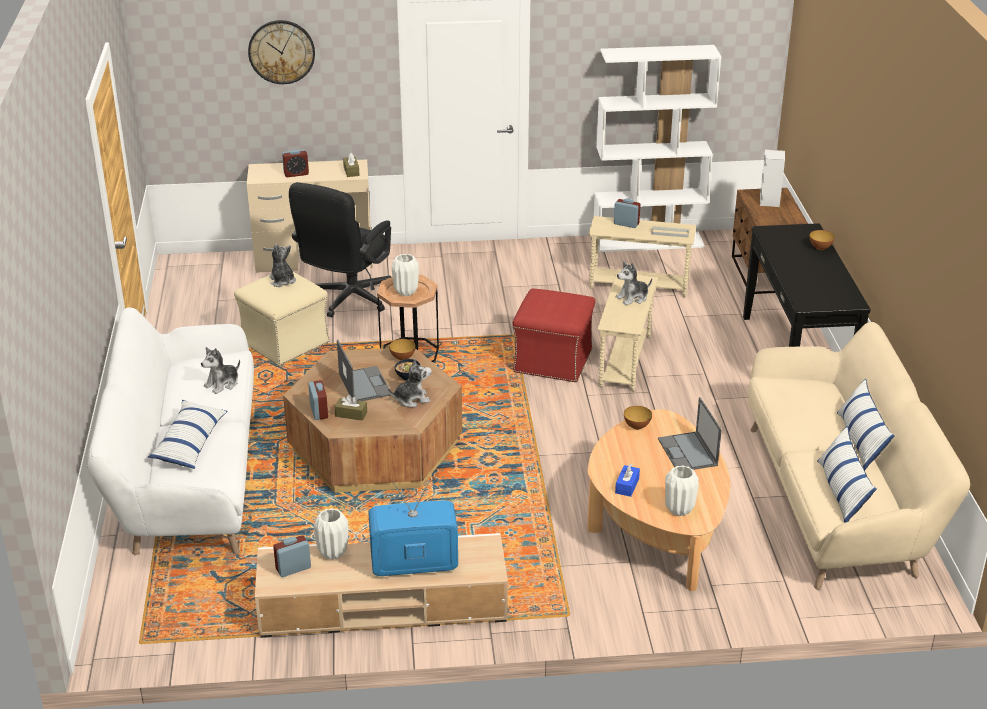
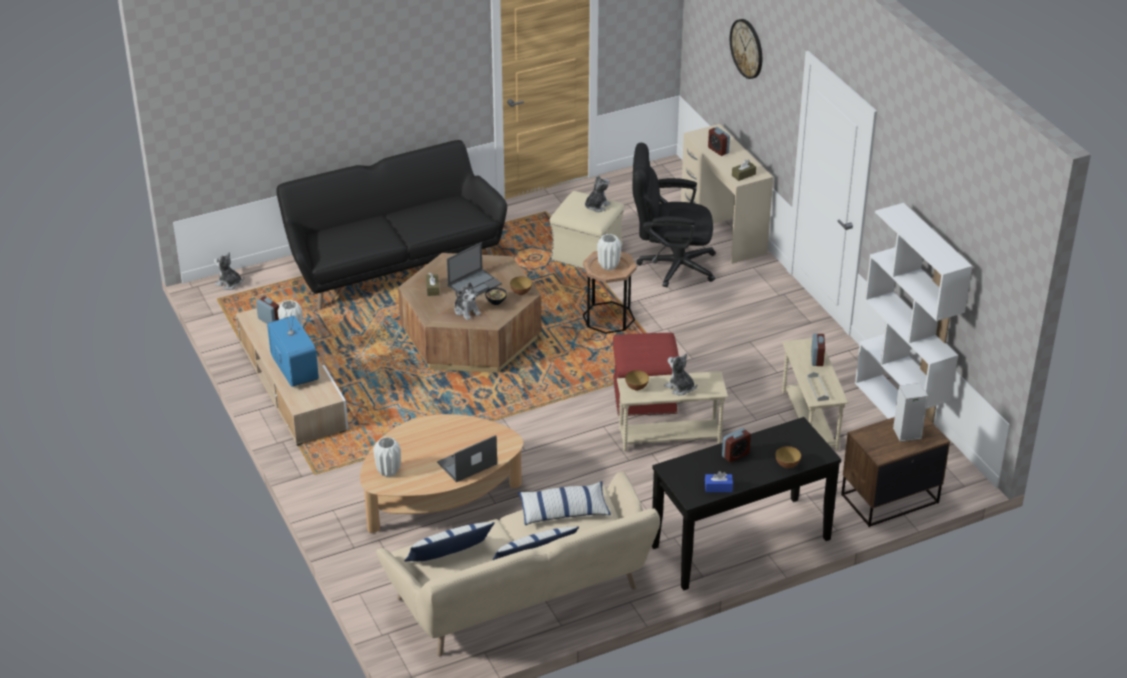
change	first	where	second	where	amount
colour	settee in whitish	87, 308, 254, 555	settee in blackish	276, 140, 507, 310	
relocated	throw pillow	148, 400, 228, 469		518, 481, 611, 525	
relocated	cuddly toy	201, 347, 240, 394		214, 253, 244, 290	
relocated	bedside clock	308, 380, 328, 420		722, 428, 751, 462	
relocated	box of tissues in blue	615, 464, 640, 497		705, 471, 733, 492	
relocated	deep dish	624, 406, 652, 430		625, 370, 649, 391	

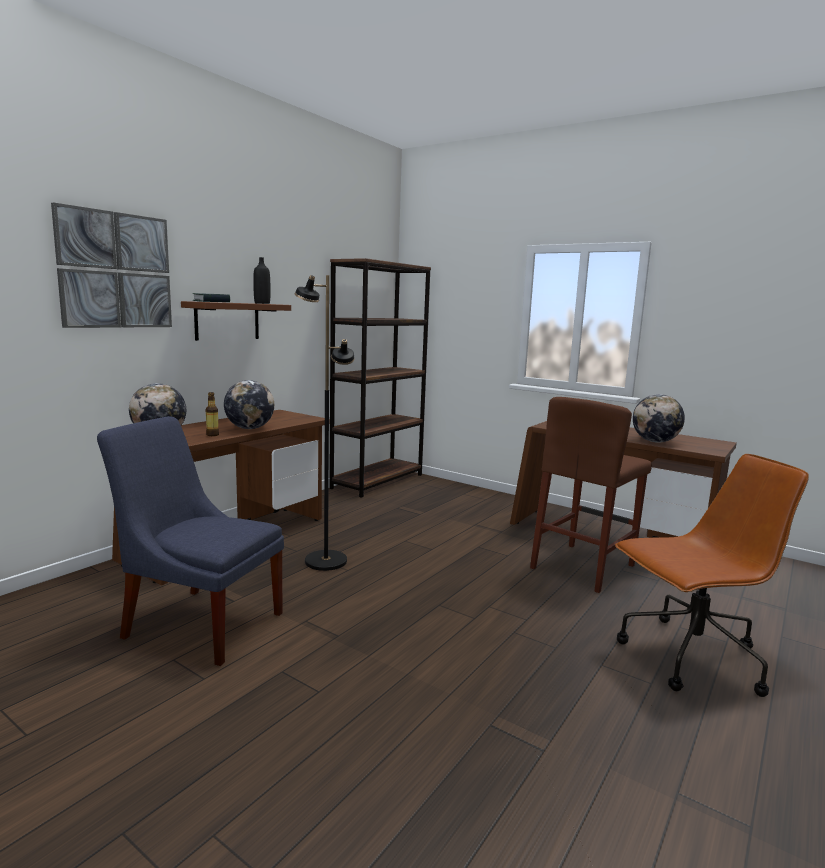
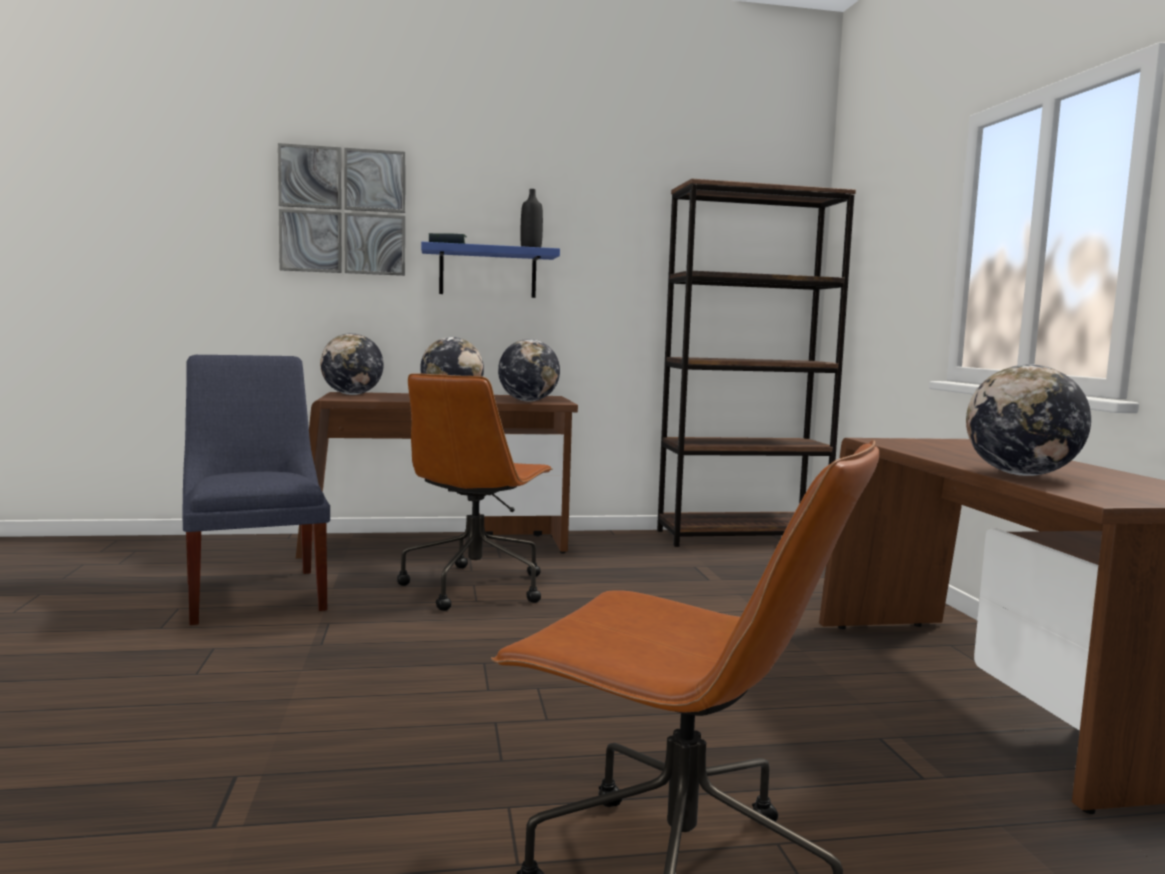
change	first	where	second	where	amount
colour	bracket shelf in brown	181, 301, 291, 341	bracket shelf in blue	421, 242, 560, 298	
missing	drink bottle	206, 392, 219, 436			
exchanged	standard lamp in blackish	295, 275, 355, 571	office chair in brown	397, 373, 553, 611	
missing	sitting stool in brown	530, 397, 652, 593			
appeared			desk globe	498, 339, 560, 402	

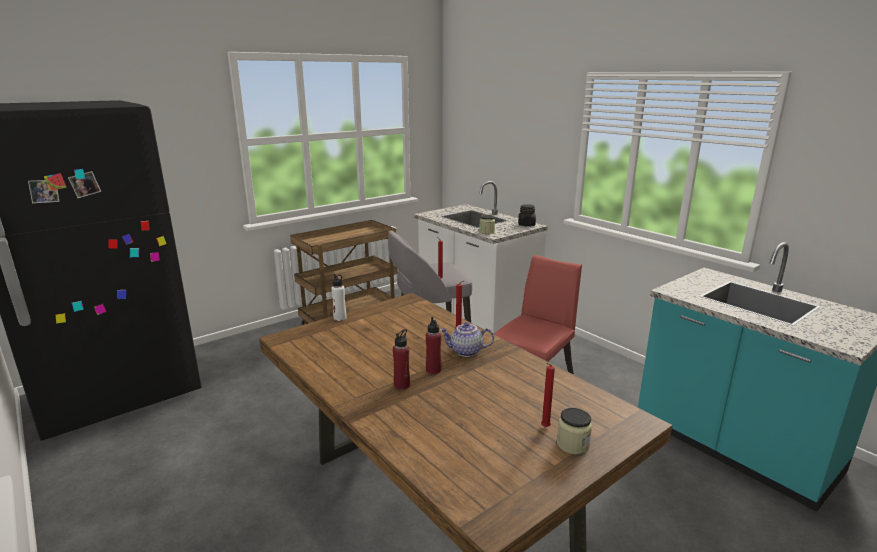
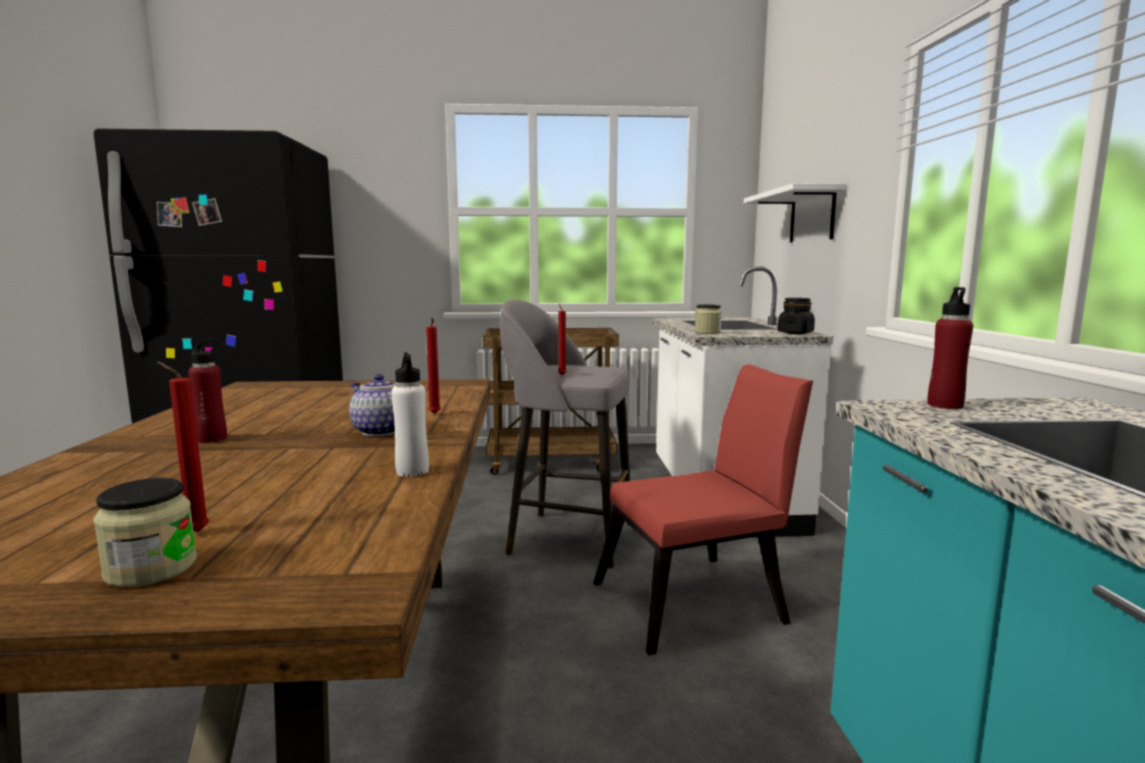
change	first	where	second	where	amount
relocated	drink bottle in whitish	331, 274, 346, 321		391, 352, 429, 477	
relocated	drink bottle in reddish	426, 317, 441, 374		928, 287, 973, 409	
appeared			bracket shelf in whitish	744, 183, 846, 243	

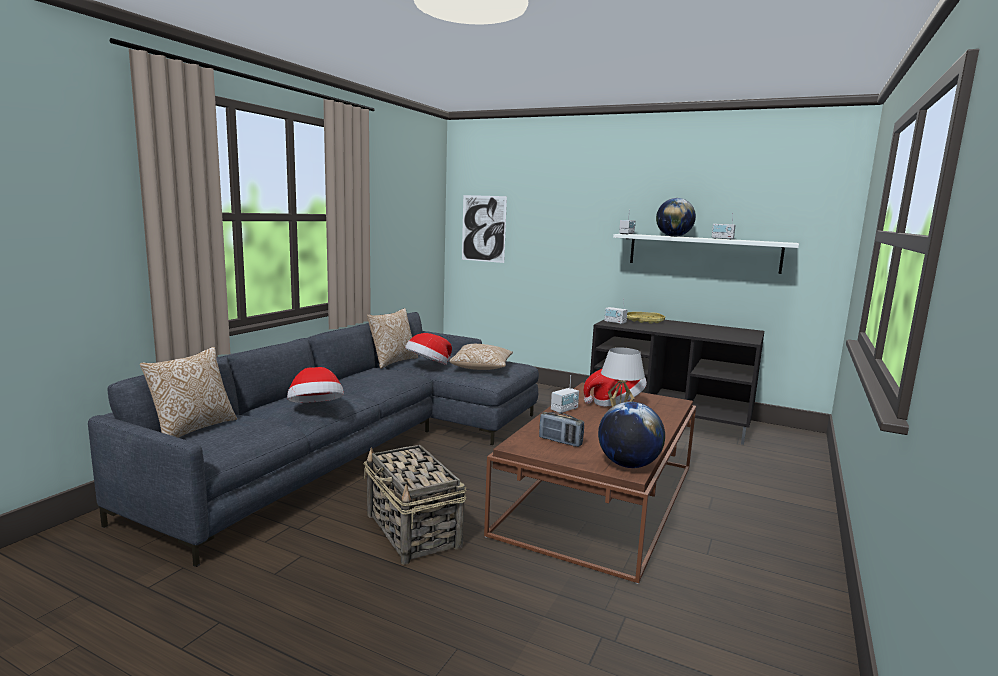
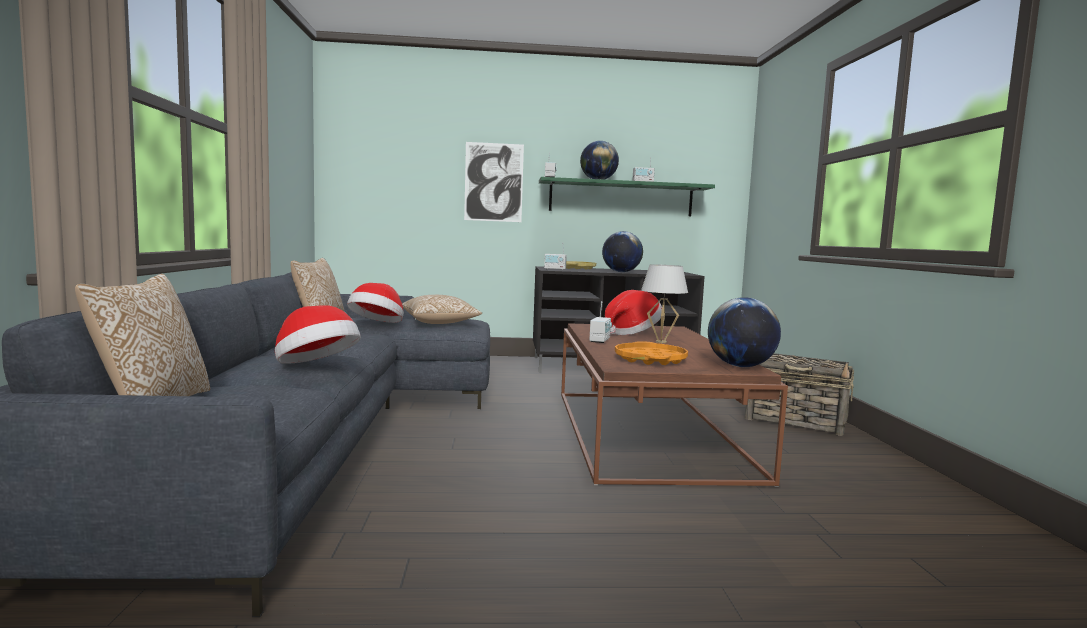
change	first	where	second	where	amount
relocated	basket	364, 445, 466, 565		745, 353, 854, 436	
relocated	wall art	462, 195, 507, 263		464, 142, 524, 222	
exchanged	radio set	539, 412, 584, 447	tray in orangey	615, 341, 688, 365	
colour	bracket shelf in whitish	613, 234, 799, 274	bracket shelf in greenish	539, 177, 715, 216	
appeared			desk globe	602, 231, 643, 272	

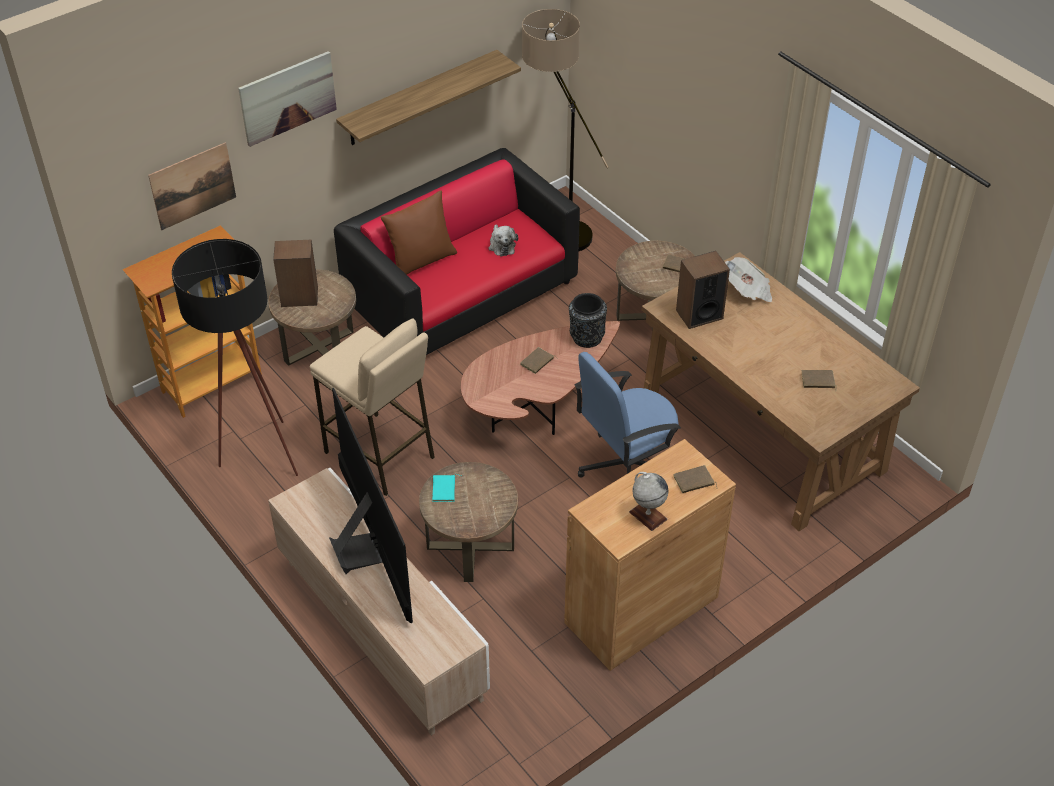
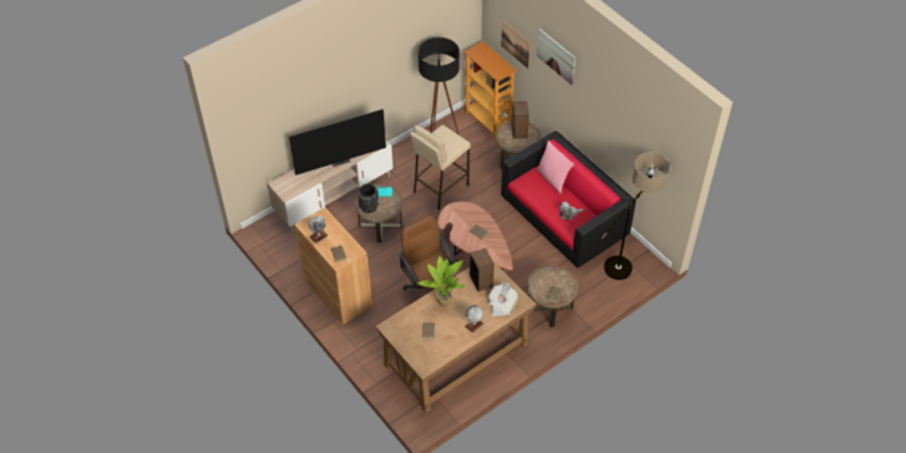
change	first	where	second	where	amount
missing	bracket shelf	336, 50, 521, 145			
colour	throw pillow in brown	381, 190, 457, 275	throw pillow in pinkish	537, 140, 574, 194	
relocated	decorative vase in blackish	569, 293, 607, 348		358, 184, 379, 213	
colour	office chair in blue	575, 352, 681, 478	office chair in brown	399, 215, 459, 294	
appeared			houseplant	418, 256, 465, 307	
appeared			desk globe	465, 305, 484, 333	

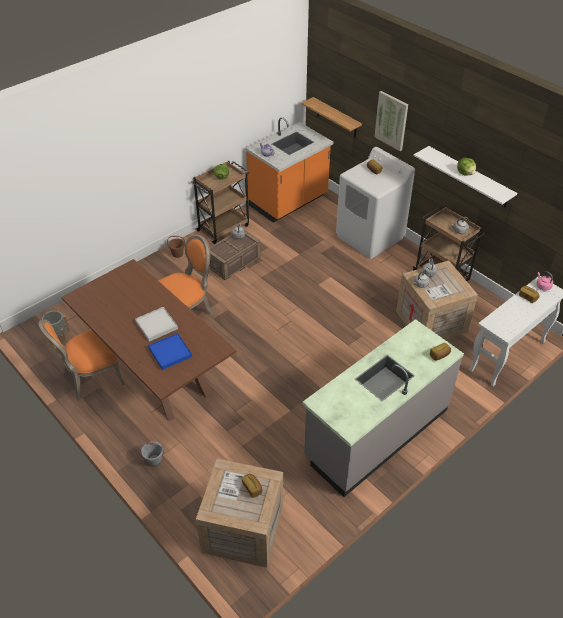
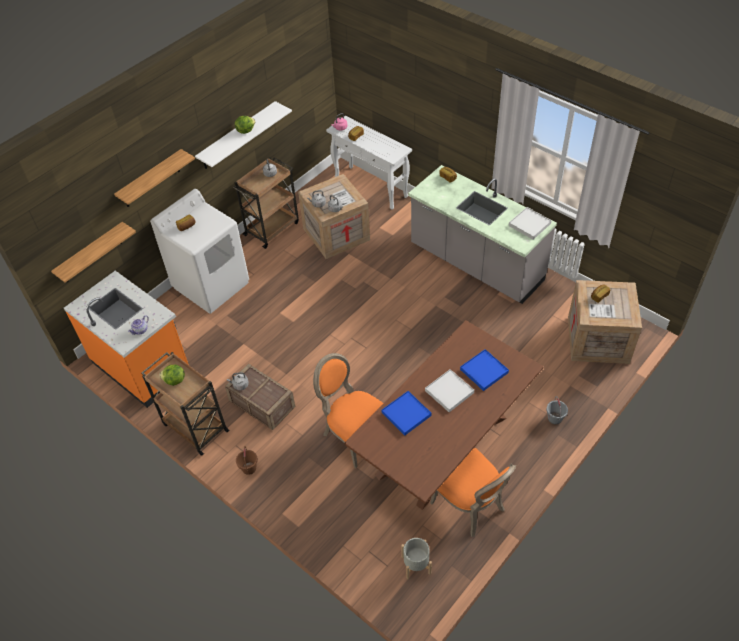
change	first	where	second	where	amount
exchanged	wall art	374, 91, 408, 151	bracket shelf	114, 149, 195, 207	
appeared			tray in blue	382, 391, 432, 435	
appeared			tray in whitish	509, 207, 552, 240	

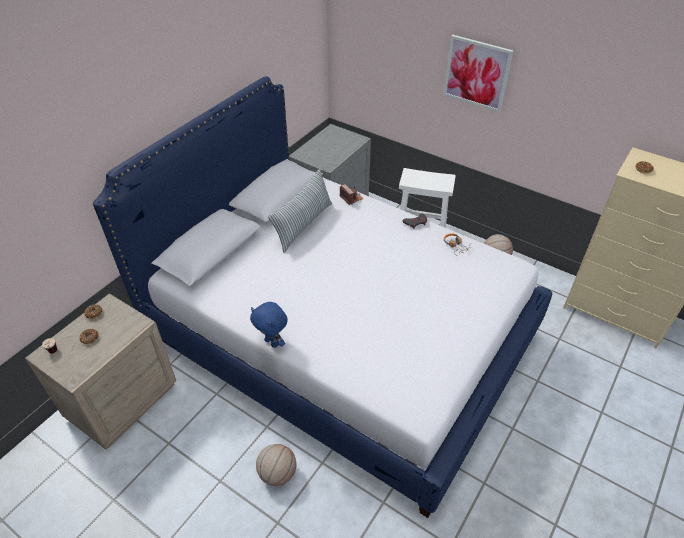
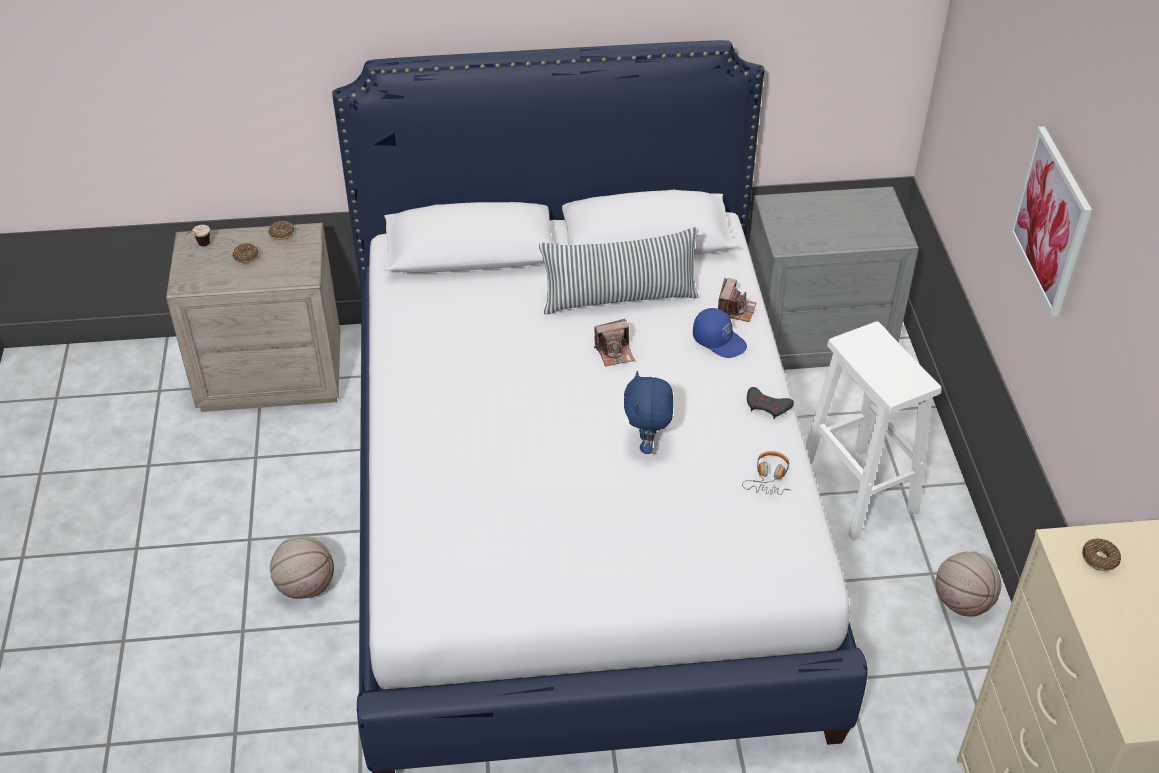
change	first	where	second	where	amount
relocated	cuddly toy in blue	250, 302, 288, 348		624, 371, 673, 454	
appeared			photo camera	594, 319, 635, 367	
appeared			cap in blue	693, 308, 747, 358	

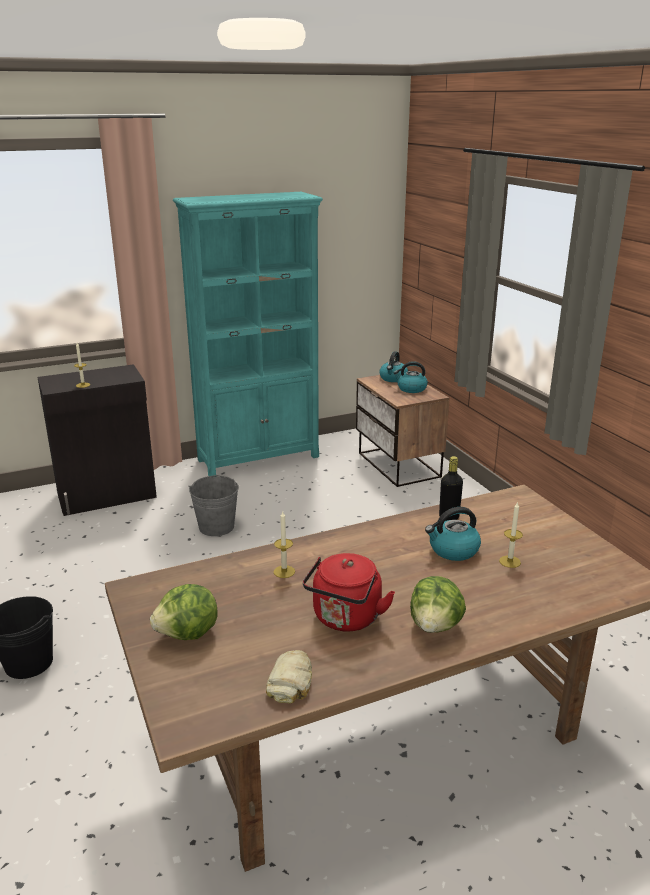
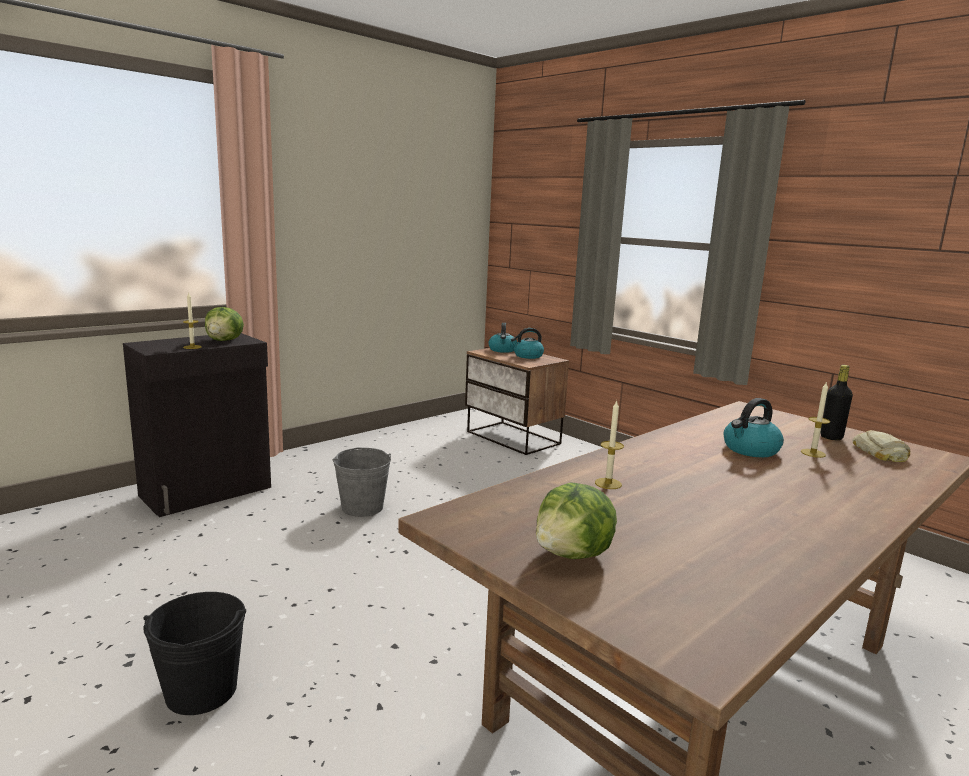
change	first	where	second	where	amount
missing	shelving unit in blue-green	173, 192, 323, 476			
relocated	bakery bread	266, 650, 312, 704		853, 430, 910, 462	
missing	tea kettle in reddish	303, 553, 395, 632			
relocated	head of lettuce	410, 576, 466, 633		205, 307, 244, 341	
relocated	drink bottle in blackish	439, 456, 463, 521		821, 365, 853, 440	

